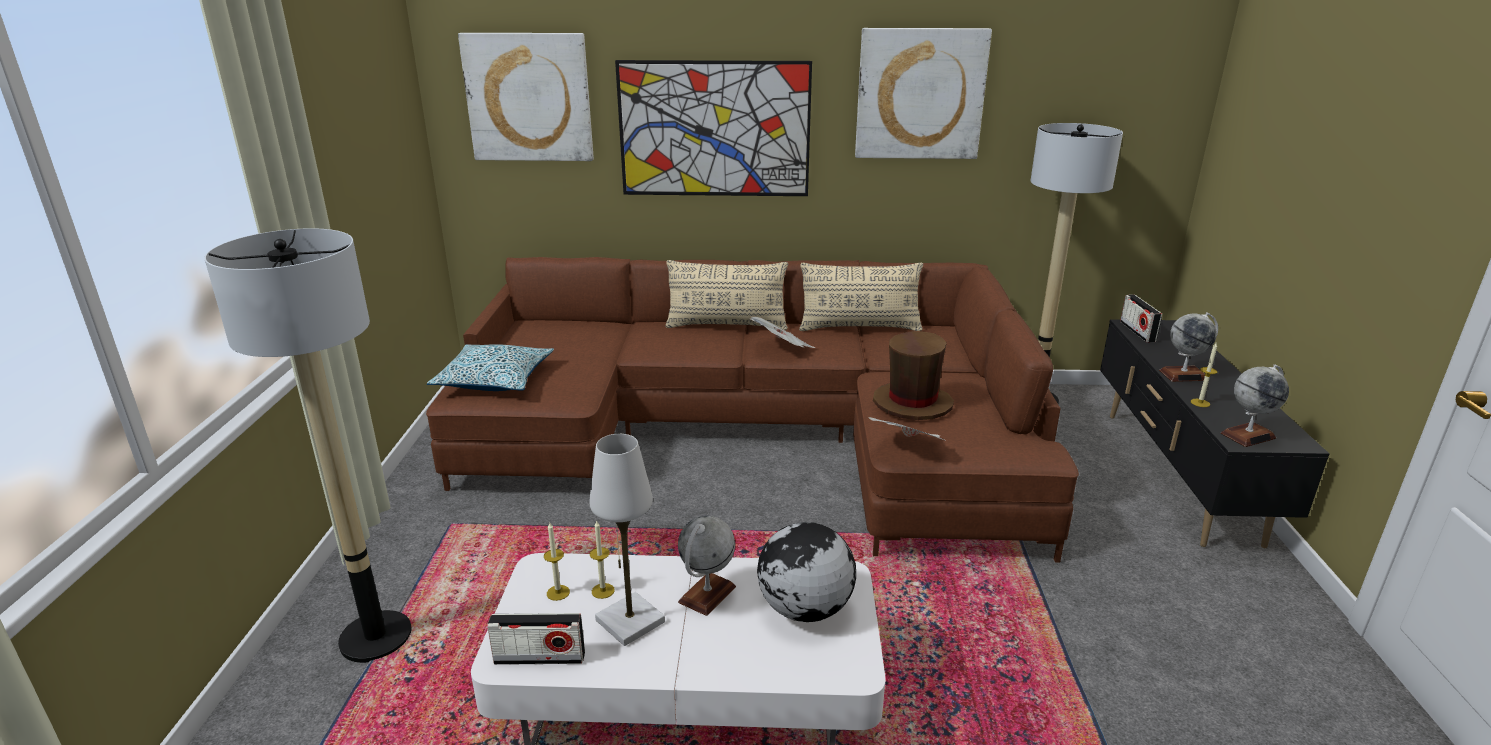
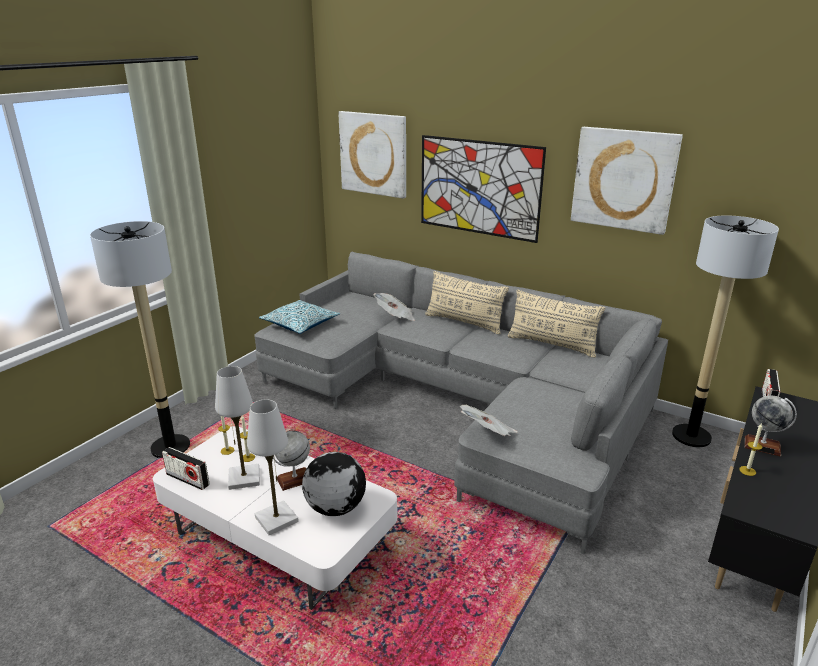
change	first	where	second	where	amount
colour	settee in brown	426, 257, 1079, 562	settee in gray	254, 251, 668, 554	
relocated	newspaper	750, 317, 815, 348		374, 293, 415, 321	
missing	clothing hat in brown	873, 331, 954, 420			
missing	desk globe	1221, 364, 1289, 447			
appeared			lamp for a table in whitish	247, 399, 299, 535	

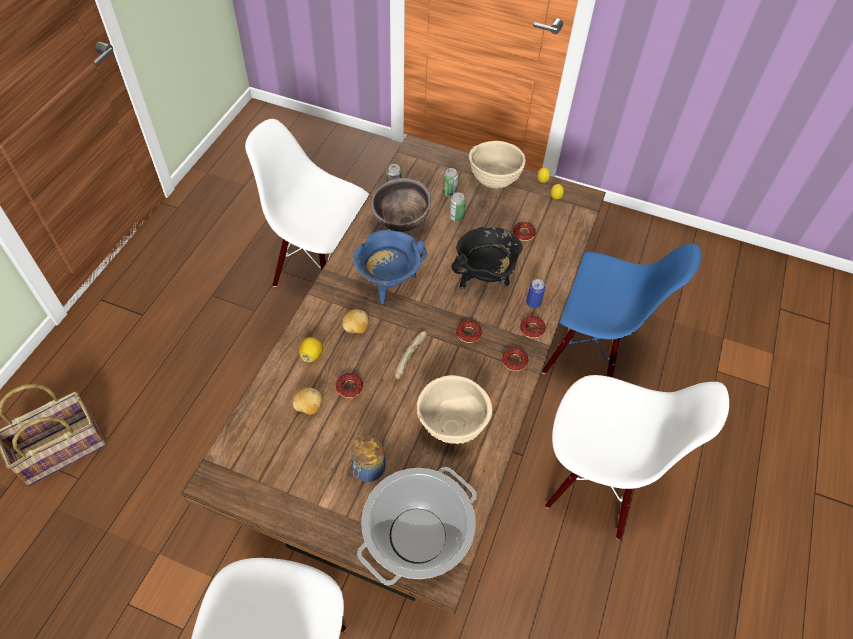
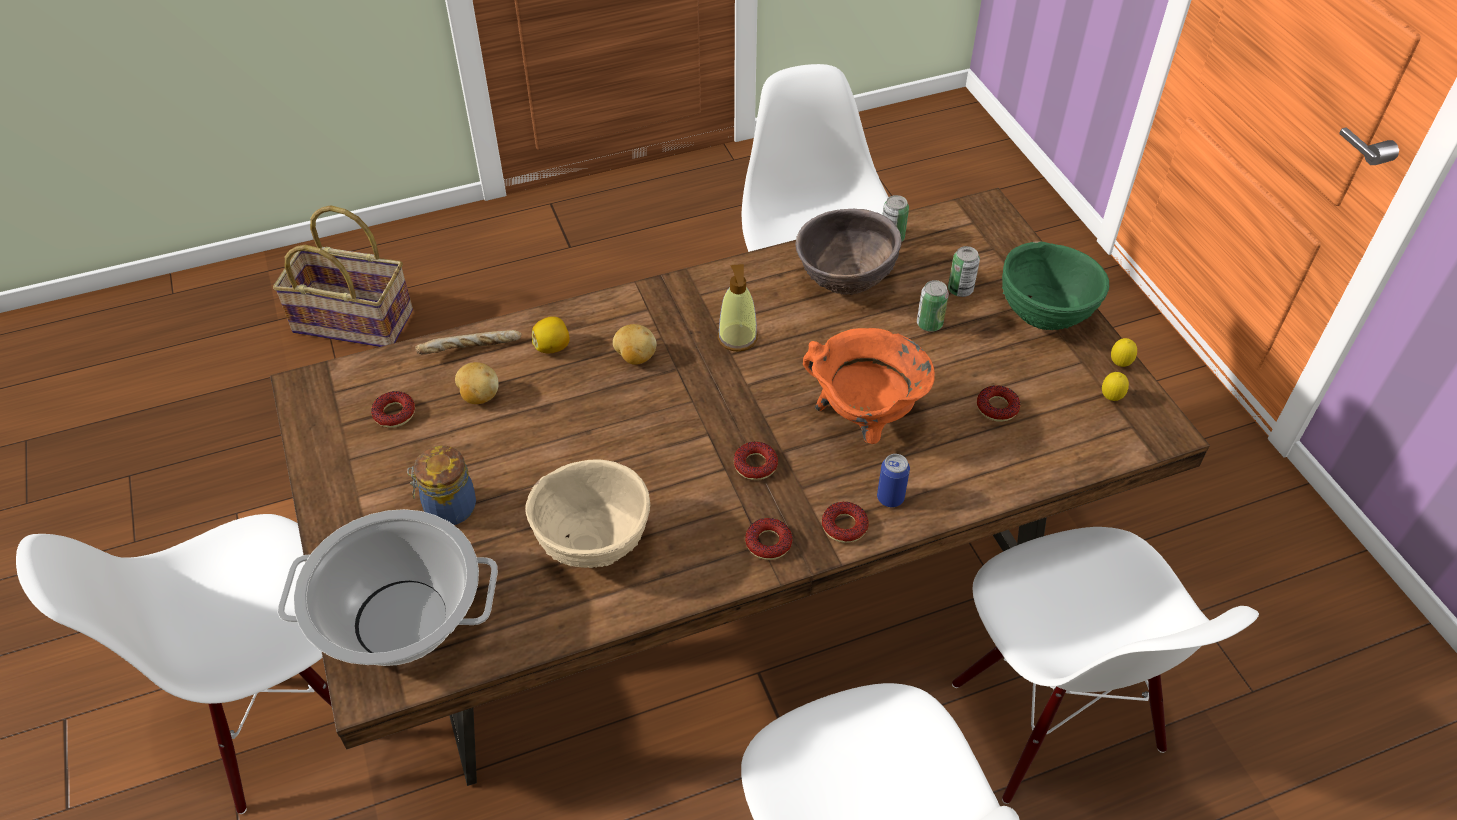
change	first	where	second	where	amount
relocated	doughnut	336, 373, 363, 398		371, 391, 415, 428	
exchanged	stockpot in blue	353, 230, 427, 305	soap dispenser	718, 264, 758, 352	
relocated	bakery bread	395, 331, 427, 380		415, 330, 522, 354	
colour	stockpot in blackish	451, 226, 523, 290	stockpot in orangey	803, 328, 935, 444	
colour	deep dish in beige	469, 141, 526, 189	deep dish in greenish	1002, 242, 1109, 330	
colour	upright chair in blue	542, 243, 701, 378	upright chair in whitish	952, 527, 1259, 804	

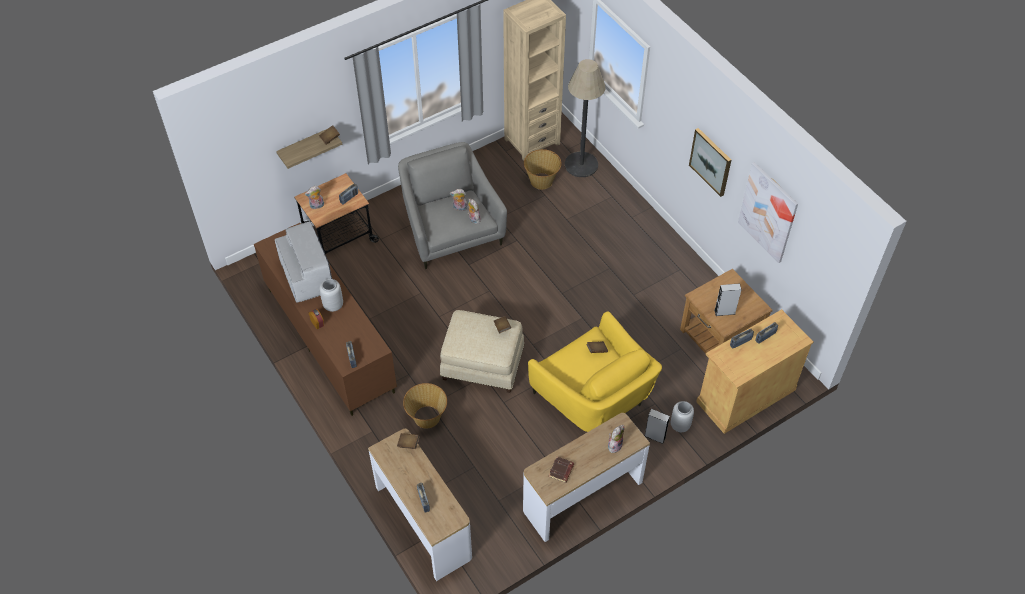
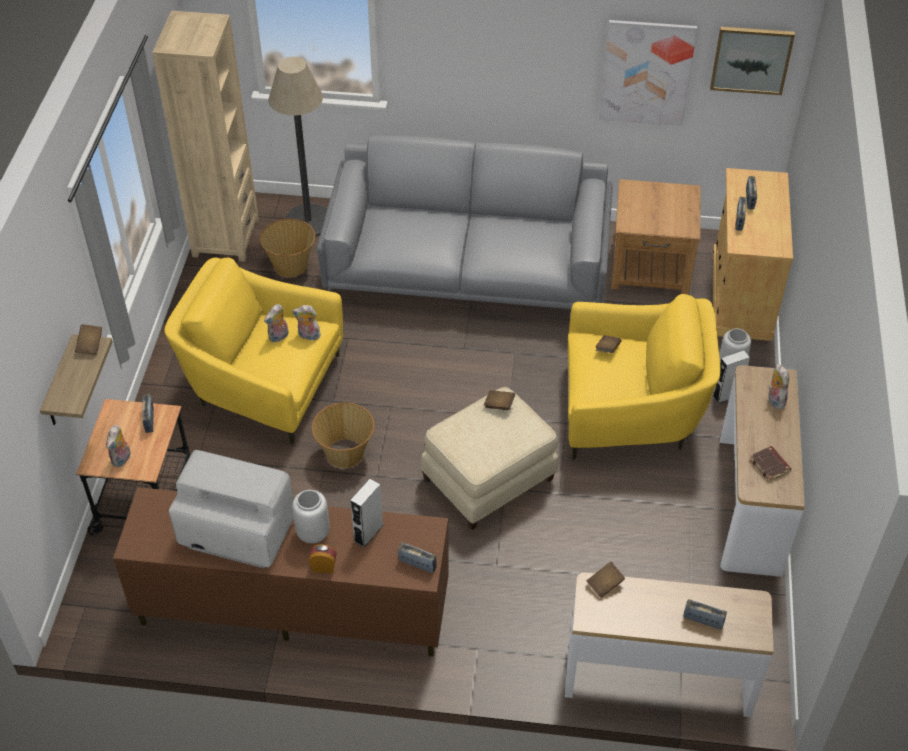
change	first	where	second	where	amount
colour	easy chair in gray	398, 142, 507, 269	easy chair in yellow-coloured	164, 258, 343, 445	
relocated	basket	403, 383, 447, 429		312, 402, 375, 468	
relocated	wall art	689, 128, 731, 197		710, 27, 795, 95	
relocated	loudspeaker in gray	714, 283, 742, 316		350, 479, 383, 547	
appeared			settee in gray	317, 135, 613, 309	

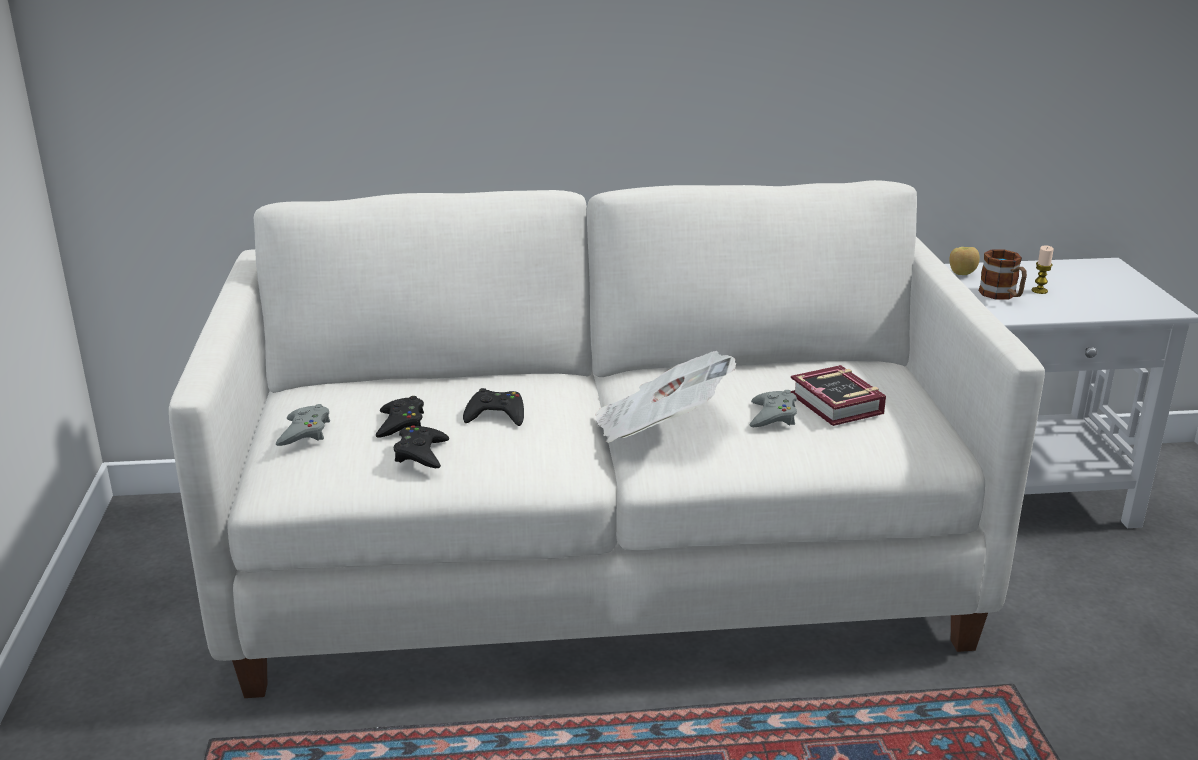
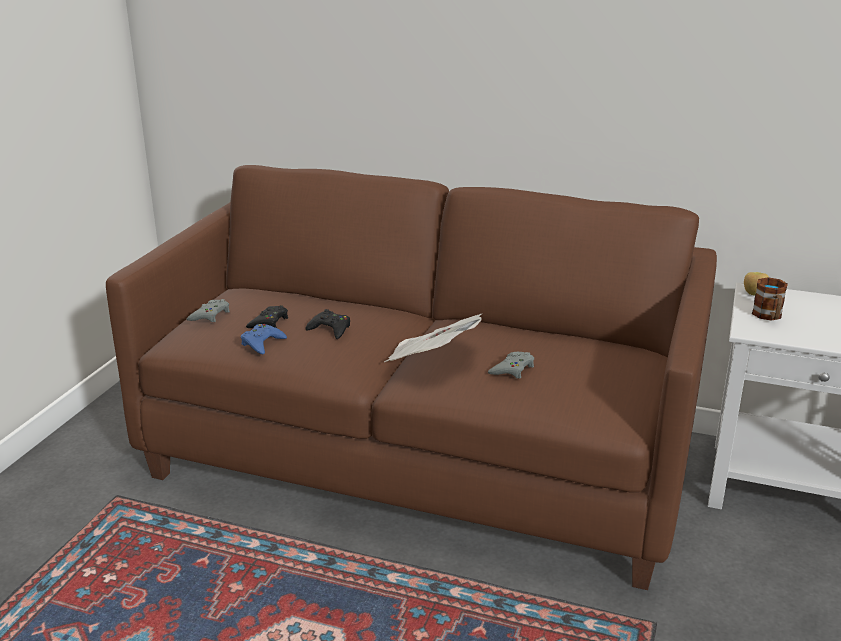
change	first	where	second	where	amount
colour	settee in whitish	169, 180, 1045, 698	settee in brown	106, 165, 717, 590	
colour	game controller in blackish	394, 425, 449, 468	game controller in blue	241, 324, 287, 354	
missing	volume	791, 365, 886, 426			
missing	candle	1032, 245, 1054, 294			

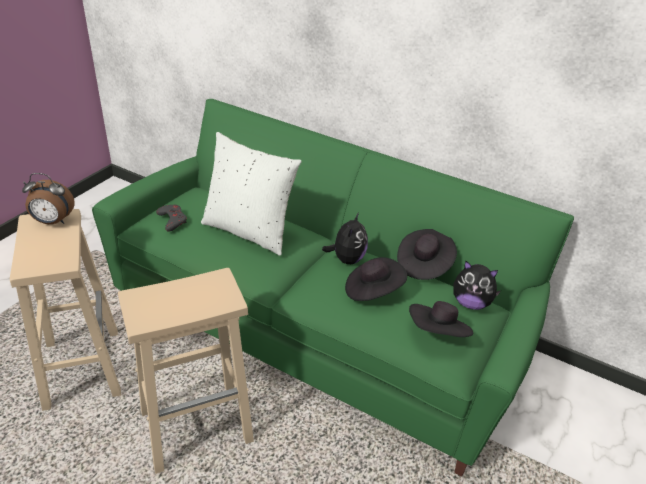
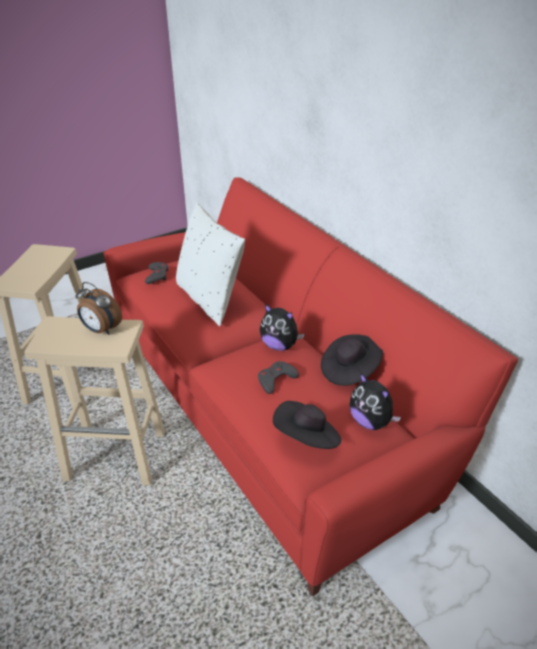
change	first	where	second	where	amount
relocated	bedside clock	22, 173, 75, 224		75, 282, 122, 335	
colour	settee in greenish	92, 99, 574, 476	settee in reddish	103, 177, 518, 596	
spun	cuddly toy	322, 213, 368, 264		260, 304, 304, 351	75 degrees clockwise
exchanged	clothing hat in blackish	345, 257, 407, 301	game controller in gray	258, 361, 299, 394	

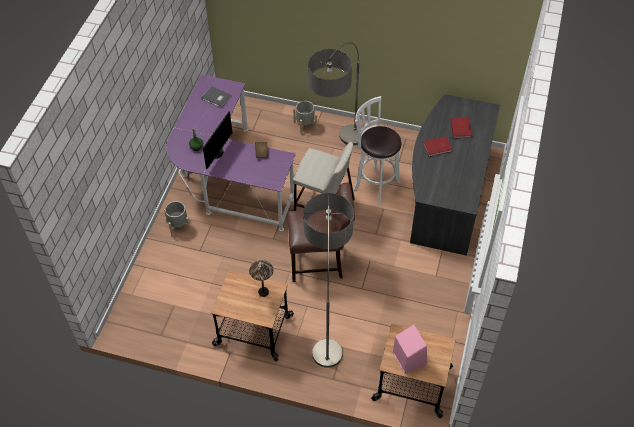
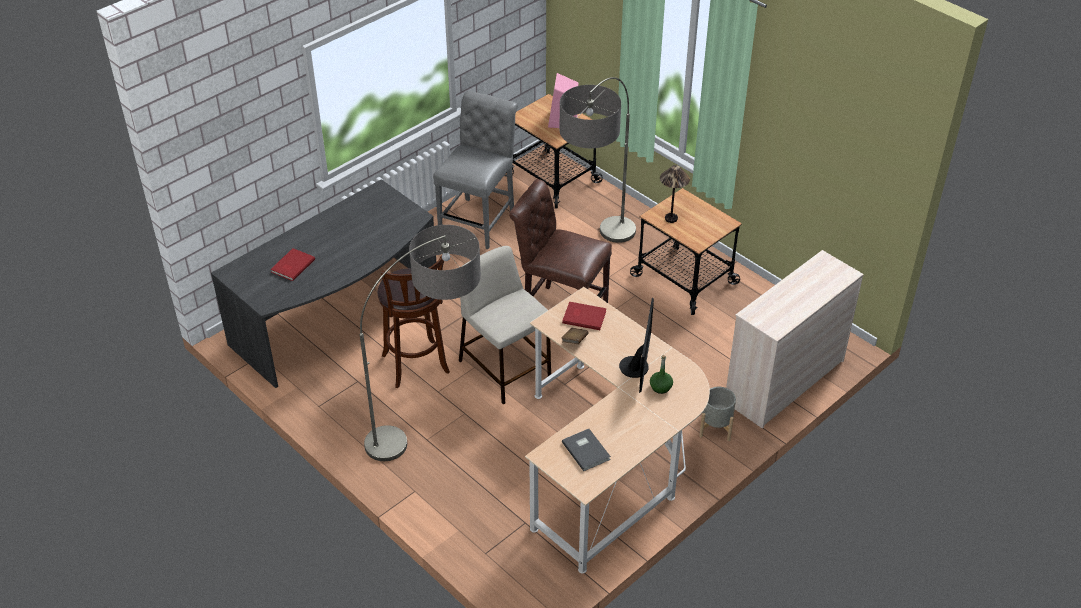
change	first	where	second	where	amount
colour	desk table in purple-coloured	166, 75, 296, 231	desk table in beige	525, 287, 710, 573	
spun	monitor	203, 112, 232, 169		619, 298, 654, 393	135 degrees clockwise
missing	plant pot in gray	293, 101, 317, 134			
colour	sitting stool in whitish	354, 96, 402, 205	sitting stool in brown	377, 255, 450, 388	
relocated	volume in reddish	423, 136, 453, 156		562, 302, 607, 330	
appeared			upright chair in gray	433, 91, 518, 249	
appeared			drawer chest in beige	726, 250, 864, 429	

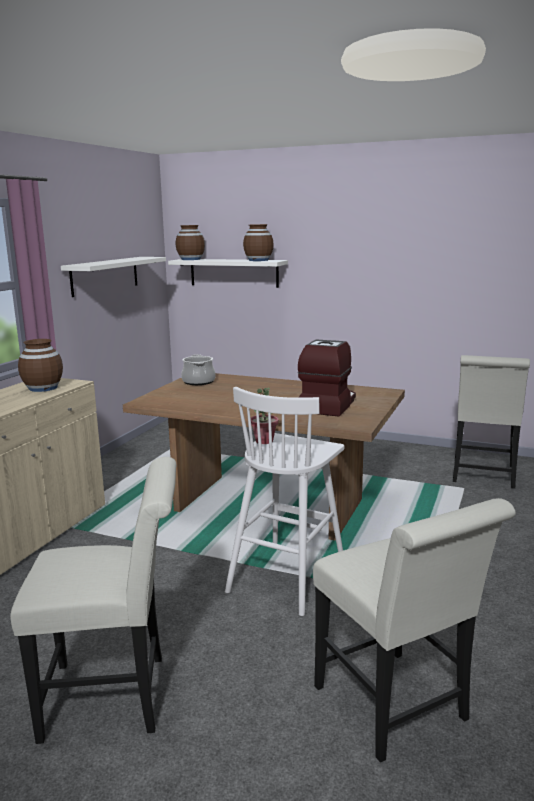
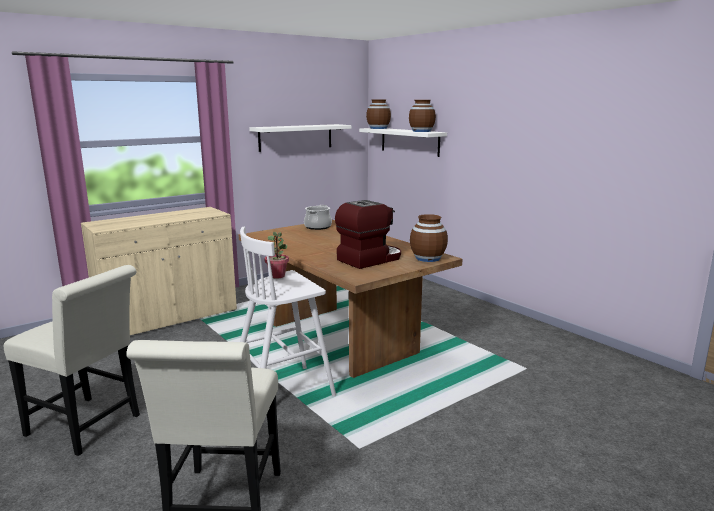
change	first	where	second	where	amount
relocated	decorative vase in brown	18, 339, 63, 392		410, 214, 448, 262	
missing	upright chair in whitish	453, 355, 530, 489			

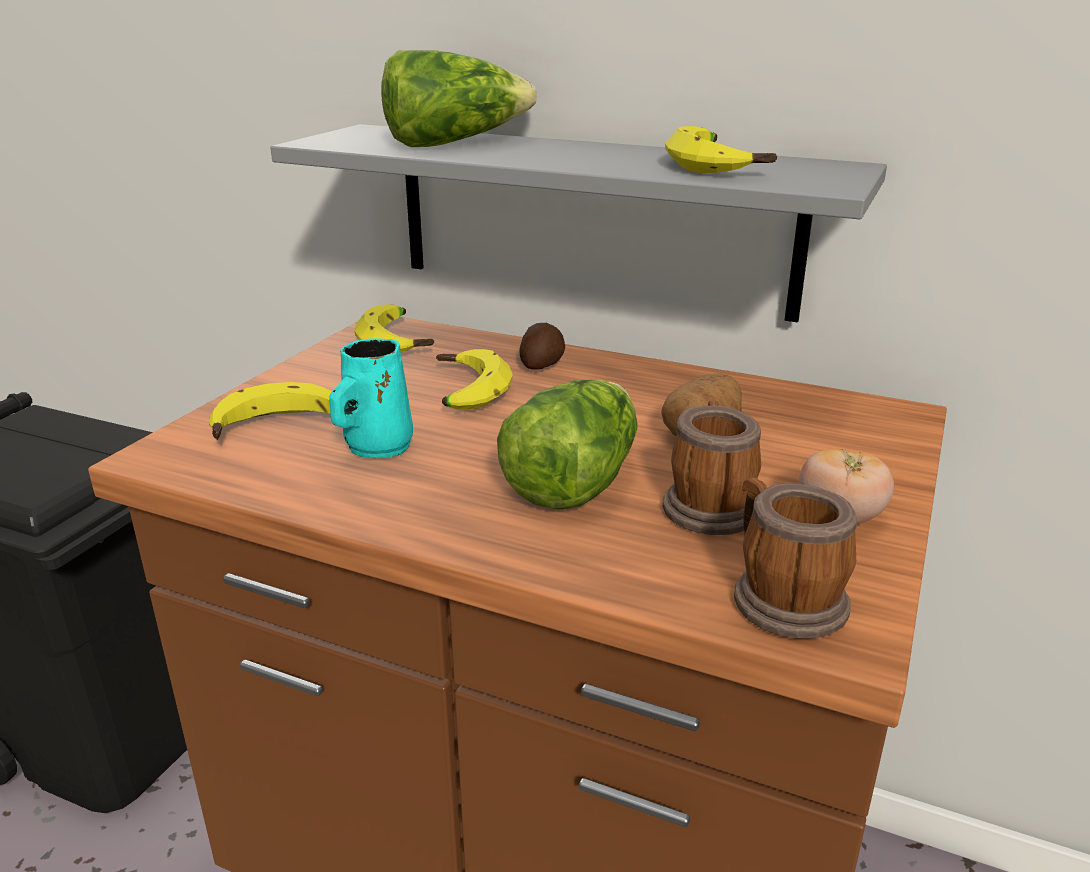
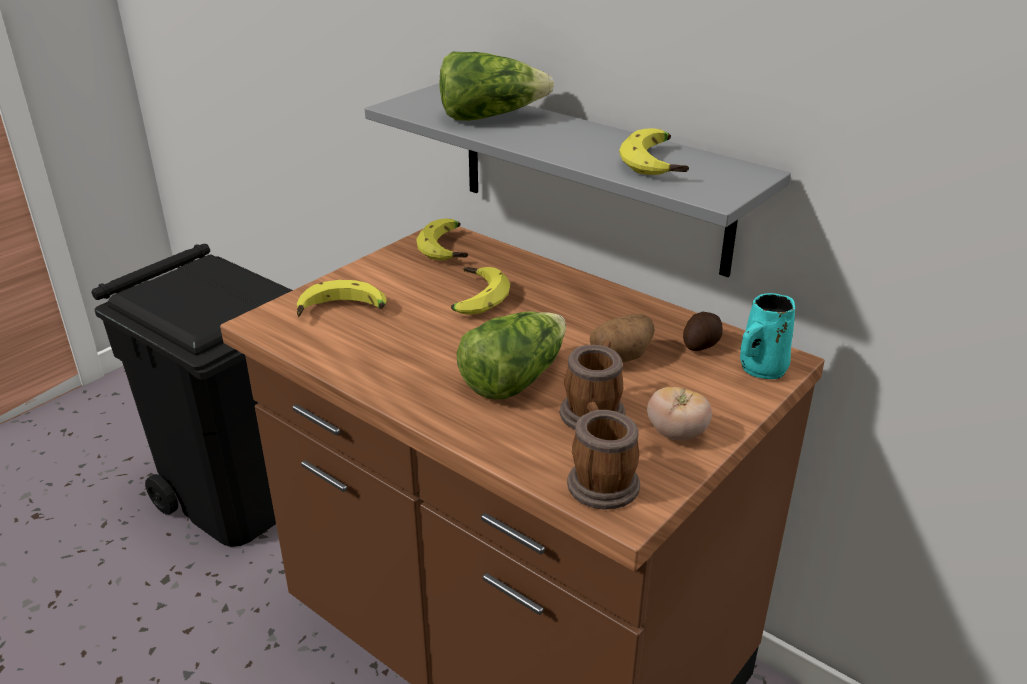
change	first	where	second	where	amount
relocated	tea mug in blue-green	329, 338, 413, 458		740, 293, 795, 379	
relocated	whole potato	520, 323, 565, 370		683, 312, 723, 351	

